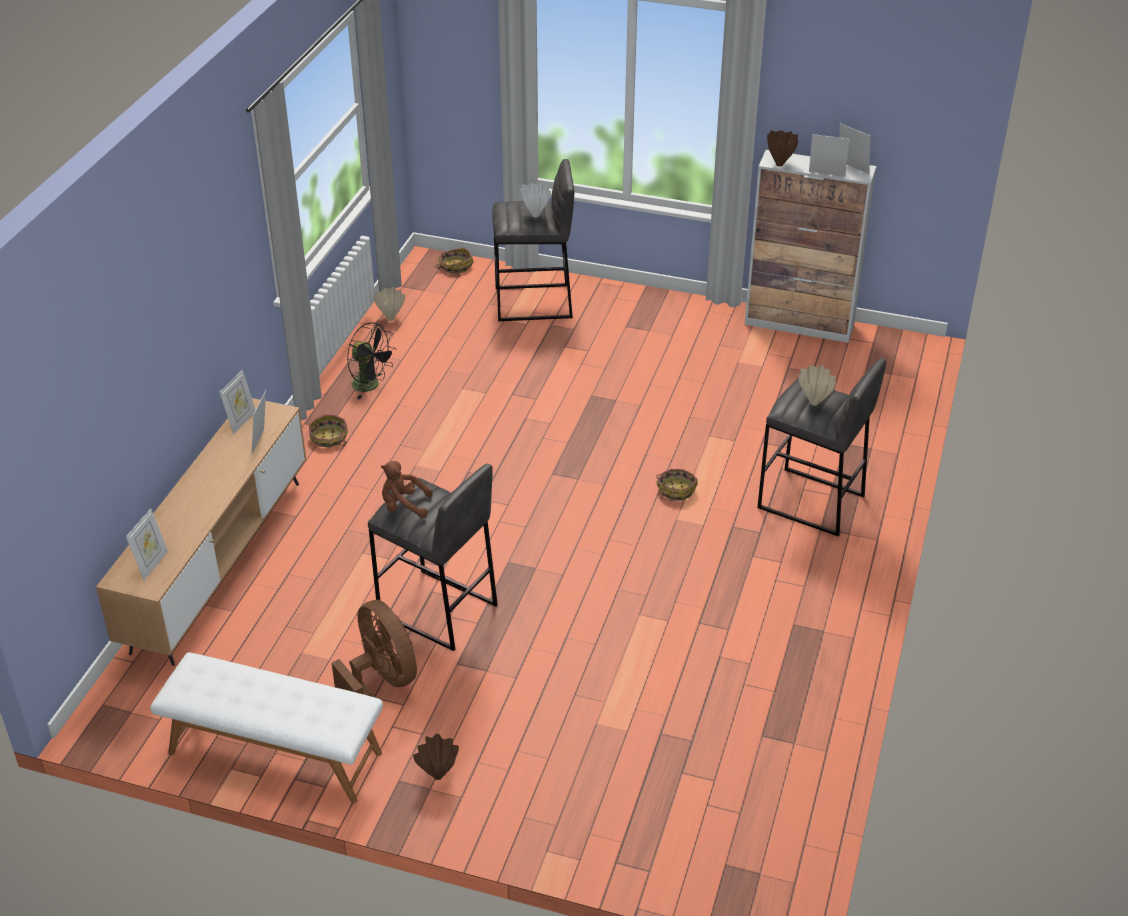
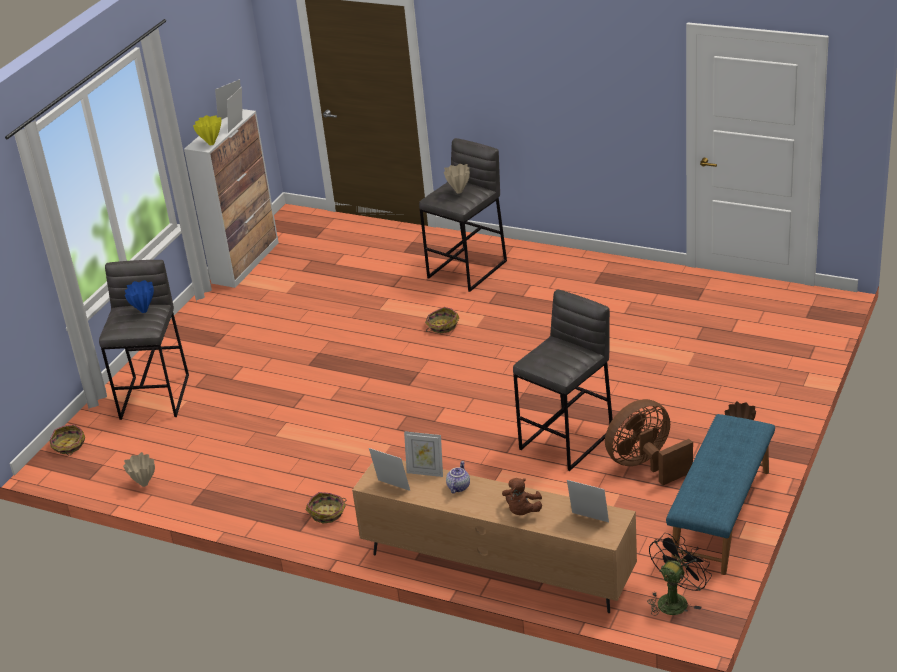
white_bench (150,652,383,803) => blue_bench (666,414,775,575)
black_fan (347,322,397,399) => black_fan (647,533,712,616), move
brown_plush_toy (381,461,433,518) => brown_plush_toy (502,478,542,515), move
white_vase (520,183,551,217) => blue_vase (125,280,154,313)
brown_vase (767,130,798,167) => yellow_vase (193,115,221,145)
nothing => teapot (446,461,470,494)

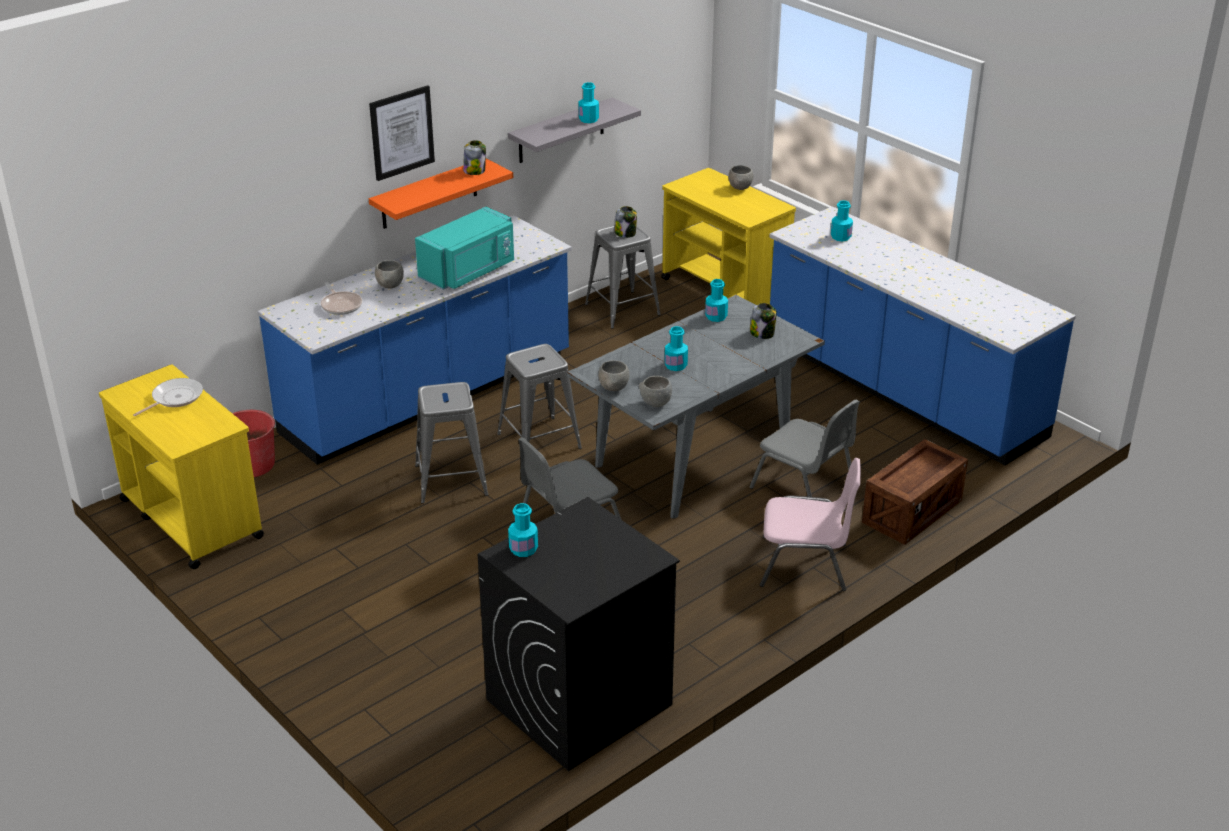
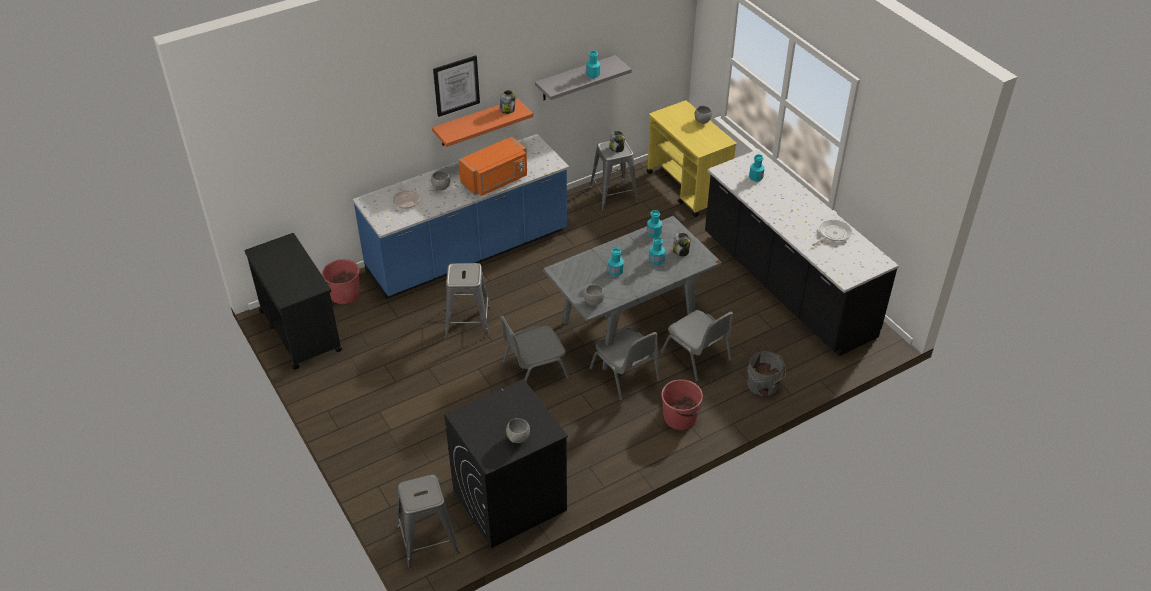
yellow_cart (99,365,264,569) => black_cart (245,233,342,370)
frying_pan (133,378,203,416) => frying_pan (813,220,852,246), move
turquoise_microwave (415,207,514,290) => orange_microwave (459,136,527,196)
grey_stool (497,344,582,449) => grey_stool (397,474,459,568), move
turquoise_bottle (508,503,538,557) => turquoise_bottle (649,237,665,265), move
grey_bowl (598,360,629,391) => grey_bowl (506,418,530,443), move
pink_chair (760,458,861,591) => red_bucket (661,379,703,430)
blue_counter (769,206,1076,465) => black_counter (705,149,899,356)
crate (862,439,968,545) => grey_bucket (747,351,786,397)
nothing => grey_chair (589,328,660,401)

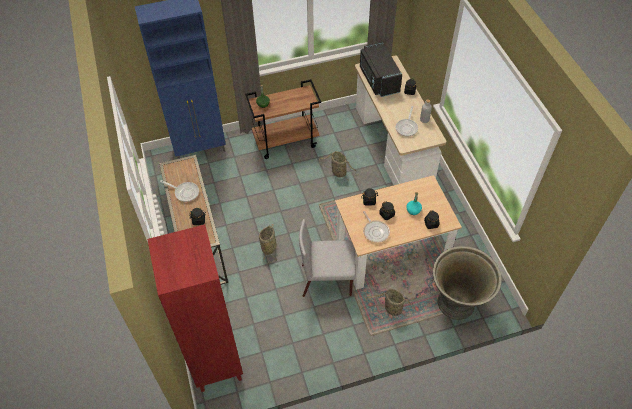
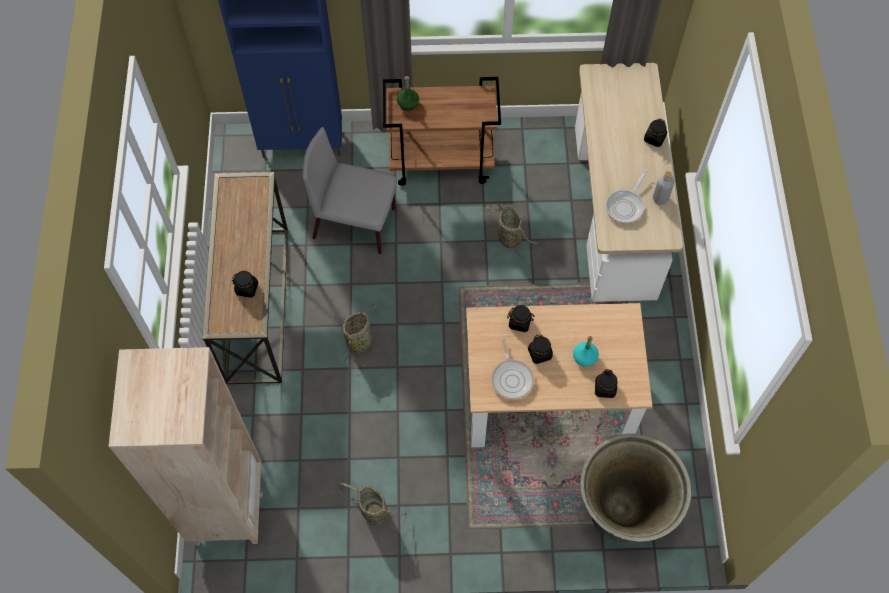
red_bookcase (147,224,243,392) => beige_bookcase (109,347,261,546)
frying_pan (160,180,199,202) => nothing
grey_chair (299,219,356,297) => grey_chair (303,127,397,254), move
black_microwave (360,42,402,97) => nothing
basket (366,289,414,317) => basket (338,482,407,533), move

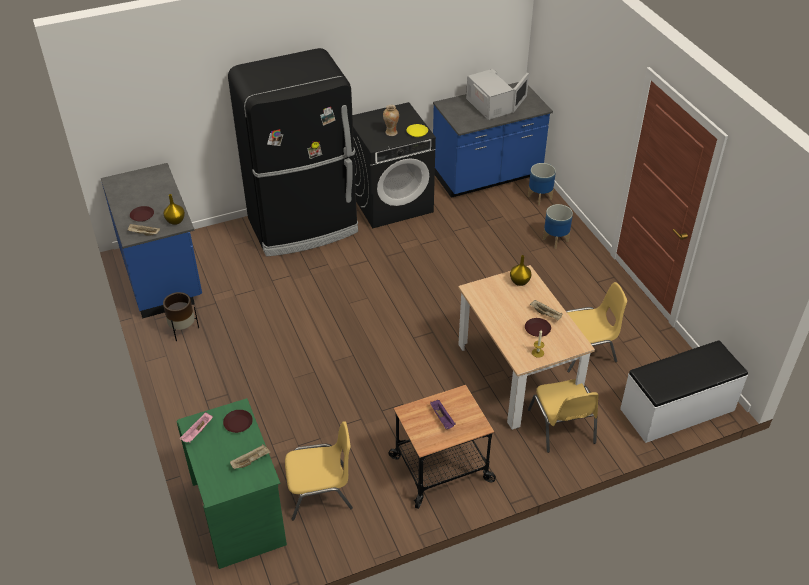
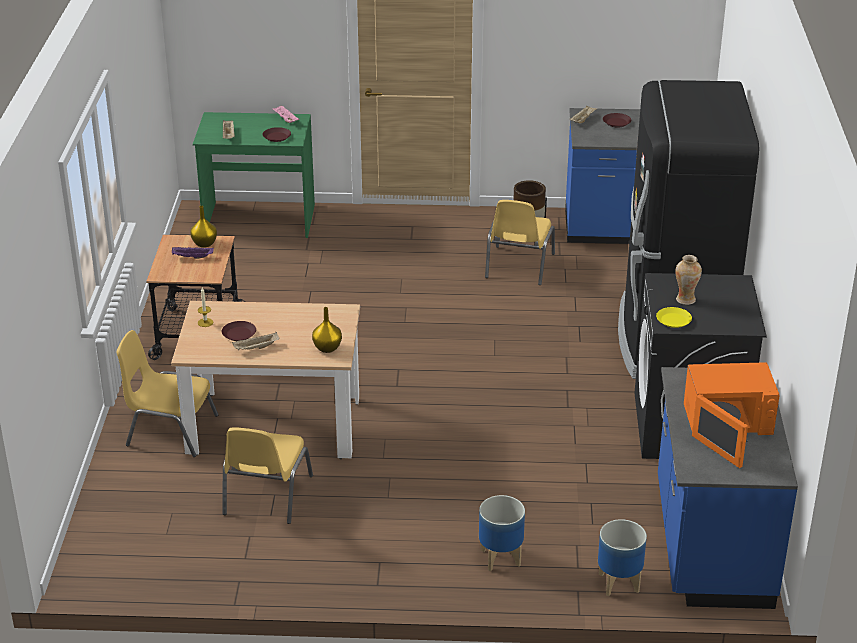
yellow_vase (164,194,185,225) => yellow_vase (190,206,217,248), move
yellow_chair (285,421,353,521) => yellow_chair (485,200,555,285), move
white_microwave (466,69,529,120) => orange_microwave (684,362,780,468)
white_bench (620,340,748,443) => nothing

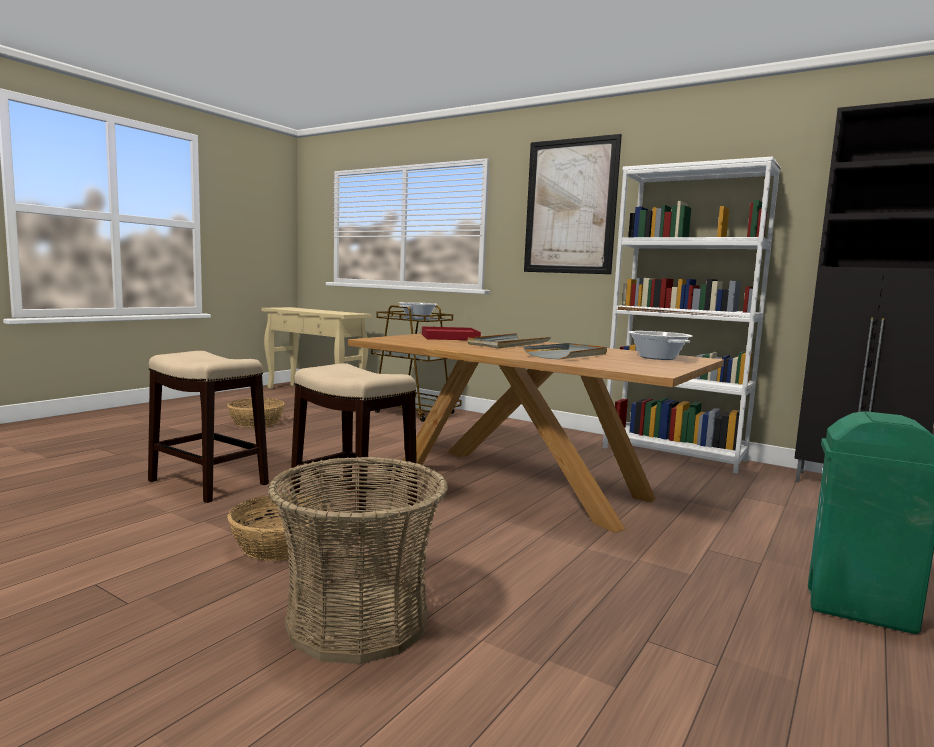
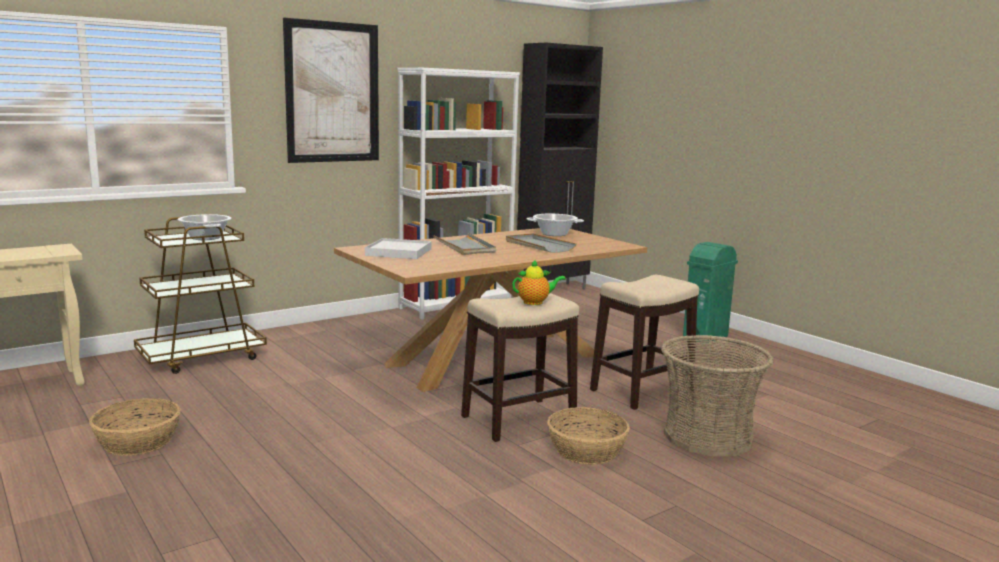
stool (148,351,269,503) => stool (590,275,699,410), move
red_tray (422,326,481,340) => white_tray (365,238,432,259)
nothing => teapot (512,260,566,305)

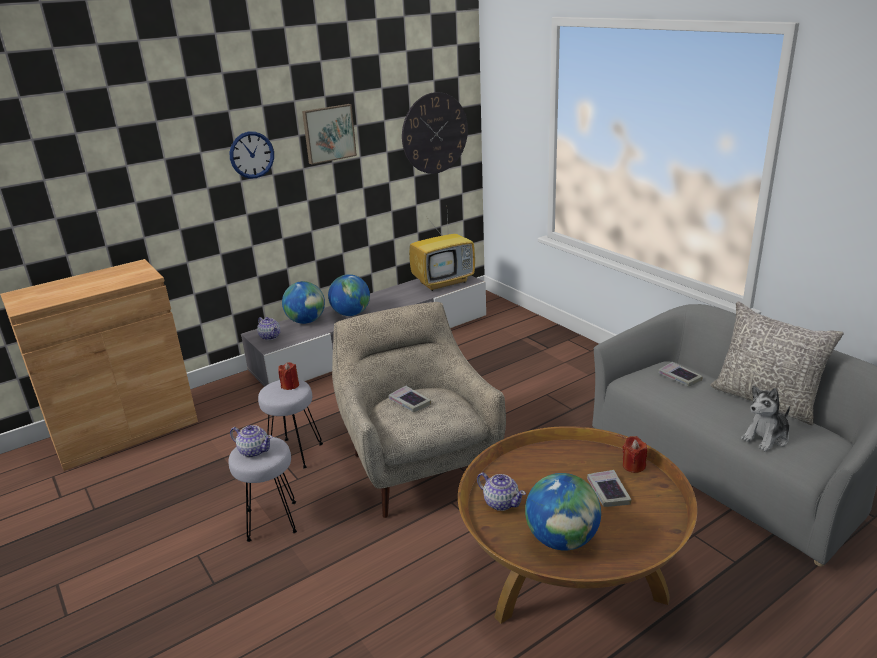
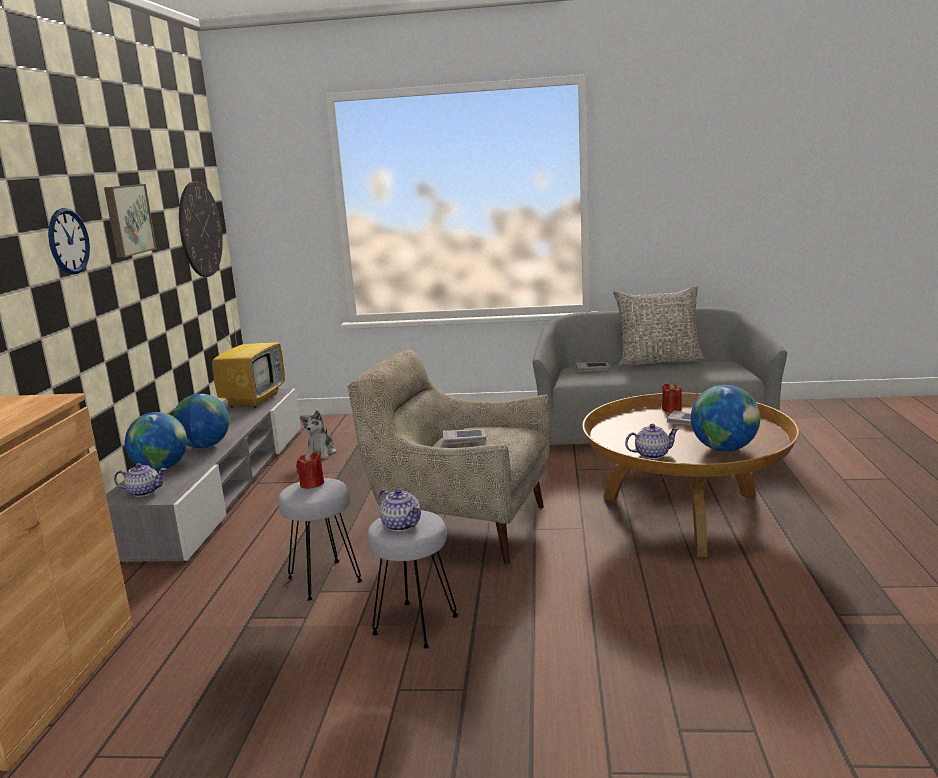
teapot (230,425,272,458) => teapot (379,489,421,532), 75 degrees clockwise
plush_toy (741,386,790,451) => plush_toy (300,410,336,459), move

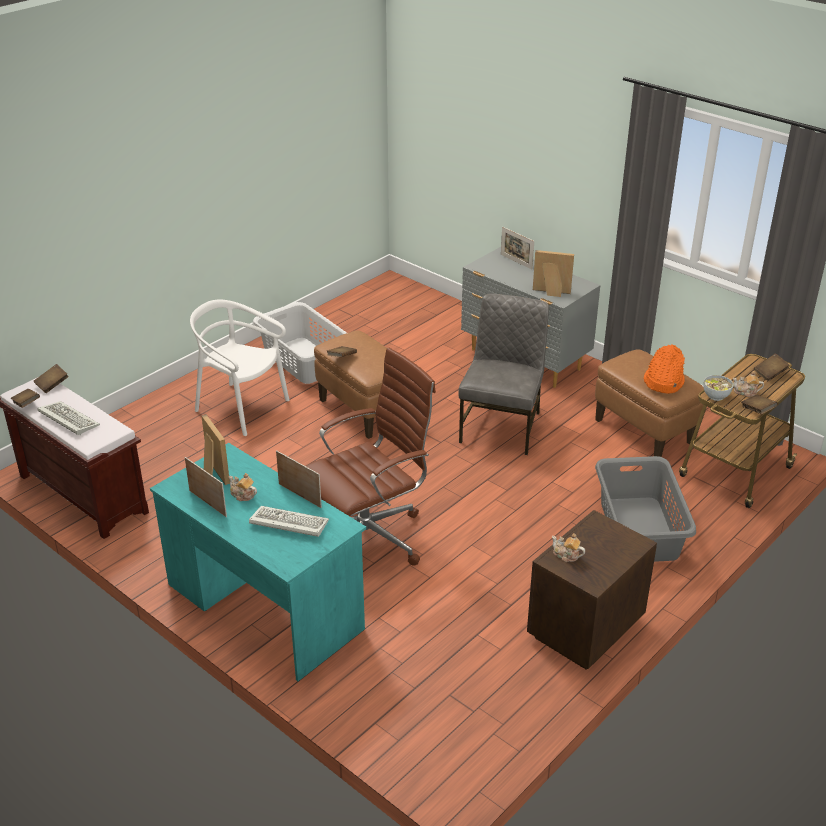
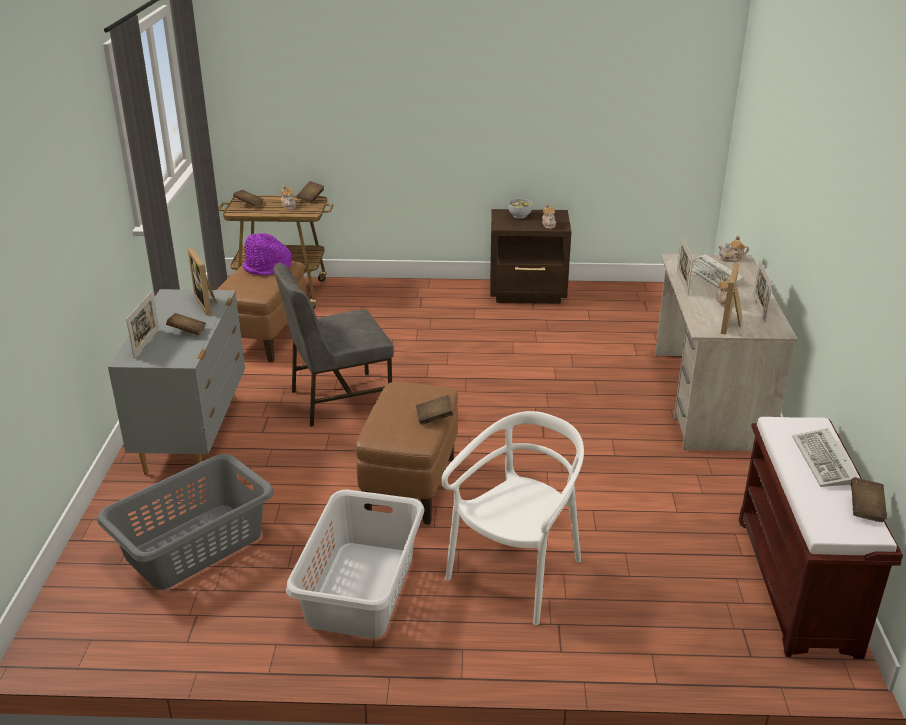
brown_book (34,364,69,393) => brown_book (166,313,206,335), move
turquoise_desk (150,443,366,681) => beige_desk (655,254,798,451)
white_chair (190,300,290,436) => white_chair (441,411,584,625), 135 degrees counterclockwise
brown_office_chair (306,348,436,566) => nothing
grey_laundry_basket (595,456,696,562) => grey_laundry_basket (97,454,274,590), move
orange_hat (644,344,685,394) => purple_hat (243,233,292,275)
bowl (703,375,733,401) => bowl (508,199,533,218), move
nothing => teapot (718,236,749,262)

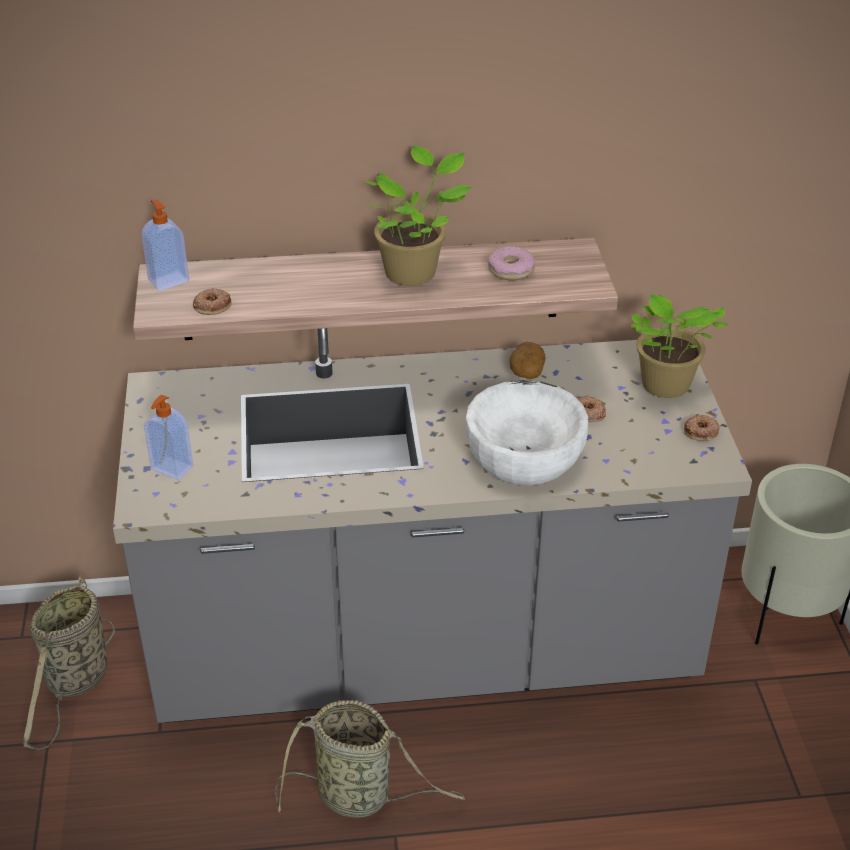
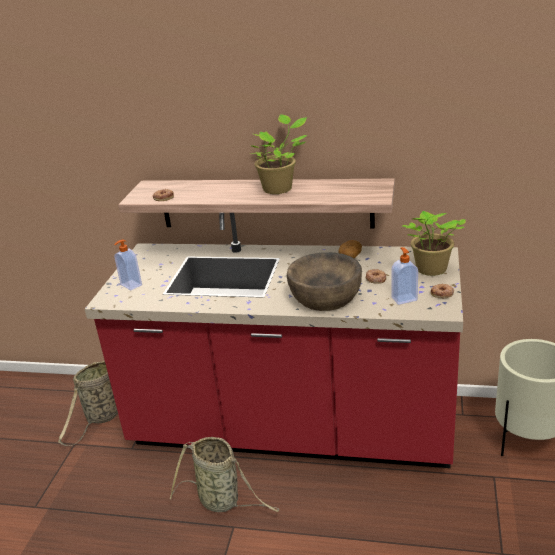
grey_counter (113,328,752,723) => red_counter (85,213,463,468)
soap_dispenser (141,199,189,291) => soap_dispenser (391,247,418,305), move
white_bowl (465,380,588,486) => brown_bowl (287,252,362,311)
donut (488,246,536,280) => nothing

